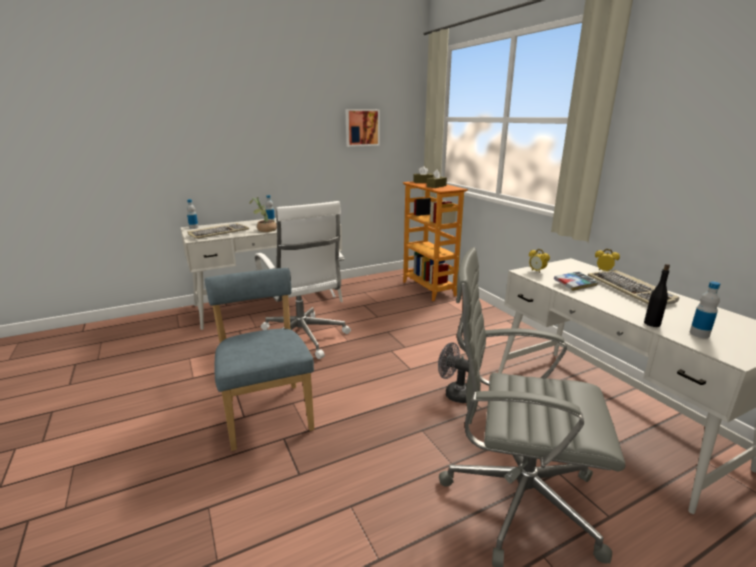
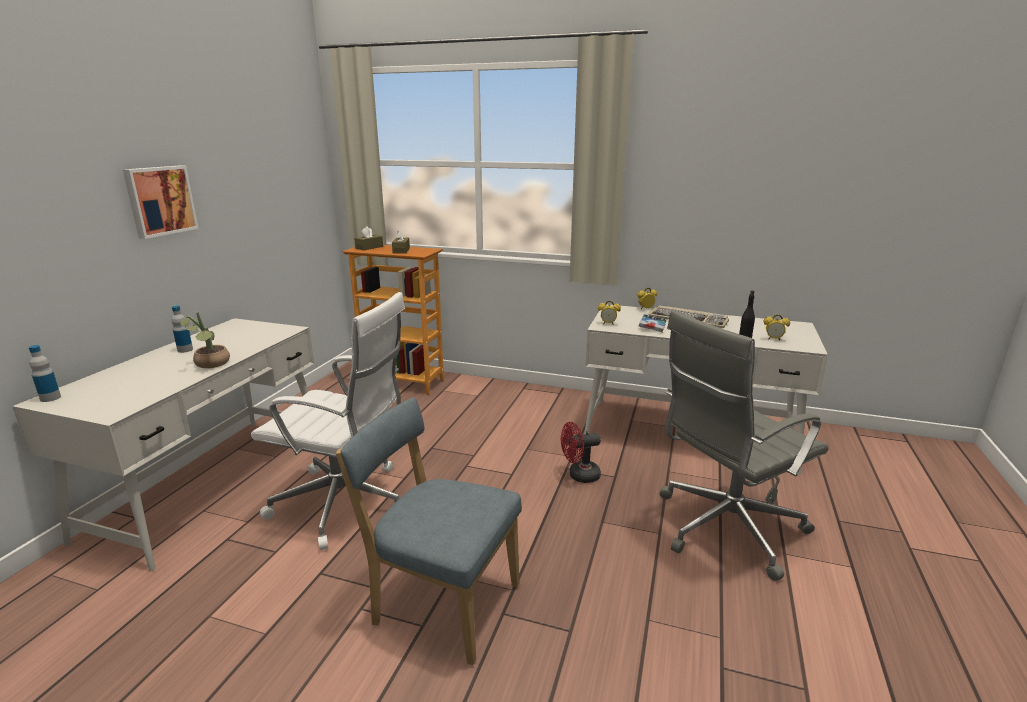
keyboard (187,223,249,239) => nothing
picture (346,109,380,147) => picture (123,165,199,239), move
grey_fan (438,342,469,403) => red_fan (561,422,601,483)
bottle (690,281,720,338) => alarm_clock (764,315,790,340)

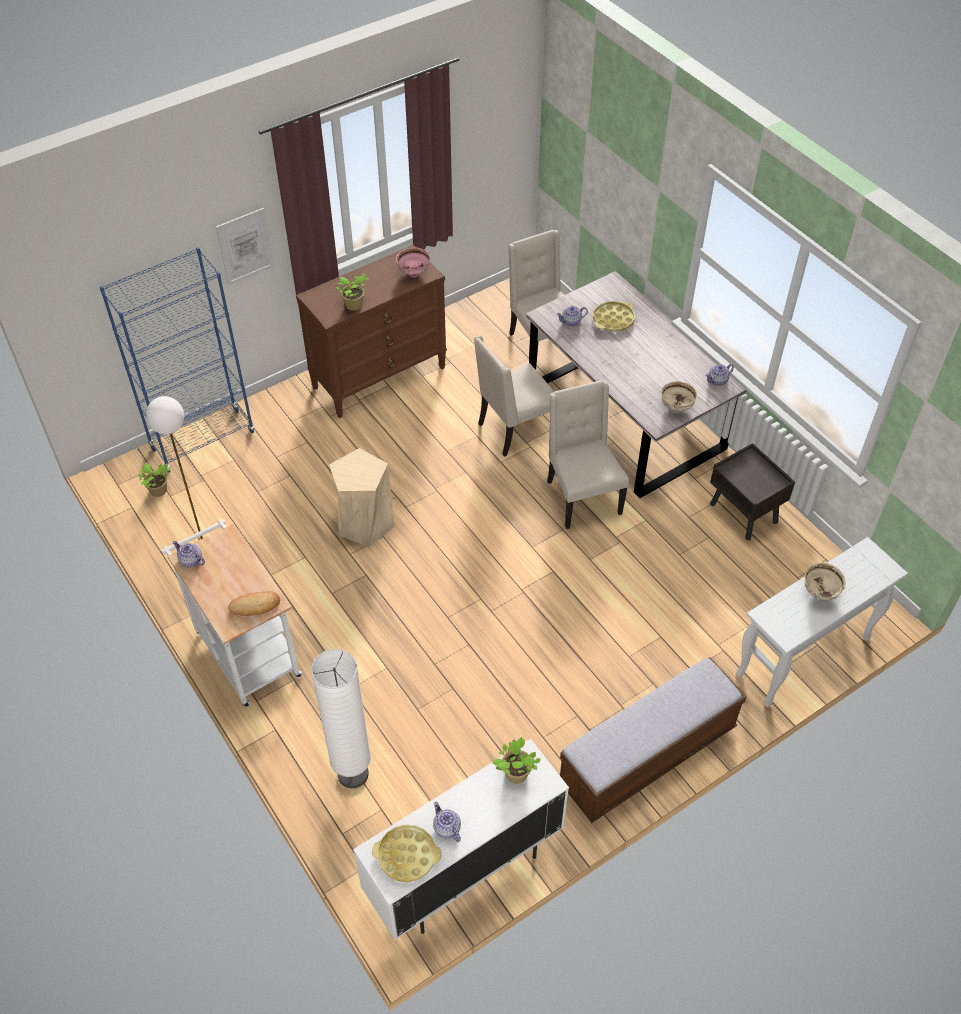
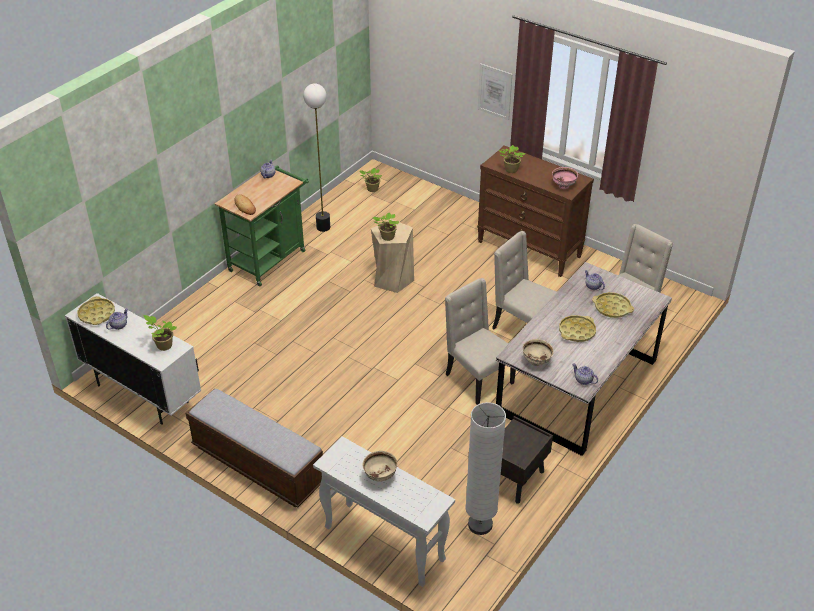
blue_bookcase (99,247,255,473) => nothing
white_cart (162,519,303,707) => green_cart (215,166,309,286)
white_floor_lamp (311,649,371,788) => white_floor_lamp (465,402,506,535), move
beige_chair (547,380,629,529) => beige_chair (445,278,516,405), 90 degrees counterclockwise
nothing => potted_plant (373,213,399,241)
nothing => yellow_tray (559,315,596,342)

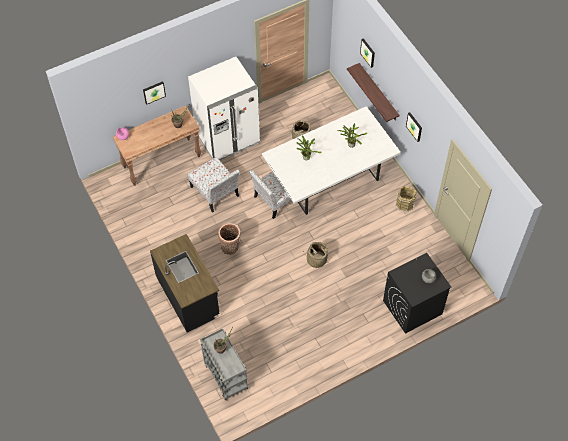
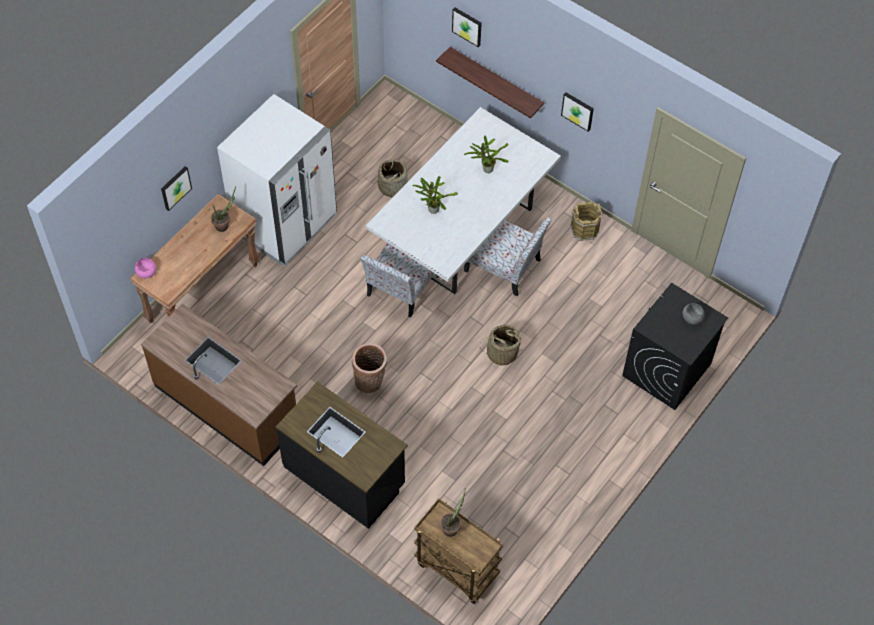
chair (188,157,240,213) => chair (464,217,552,296), move
grey_cart (200,328,248,401) => brown_cart (414,499,503,604)
nothing => brown_counter (141,304,297,466)

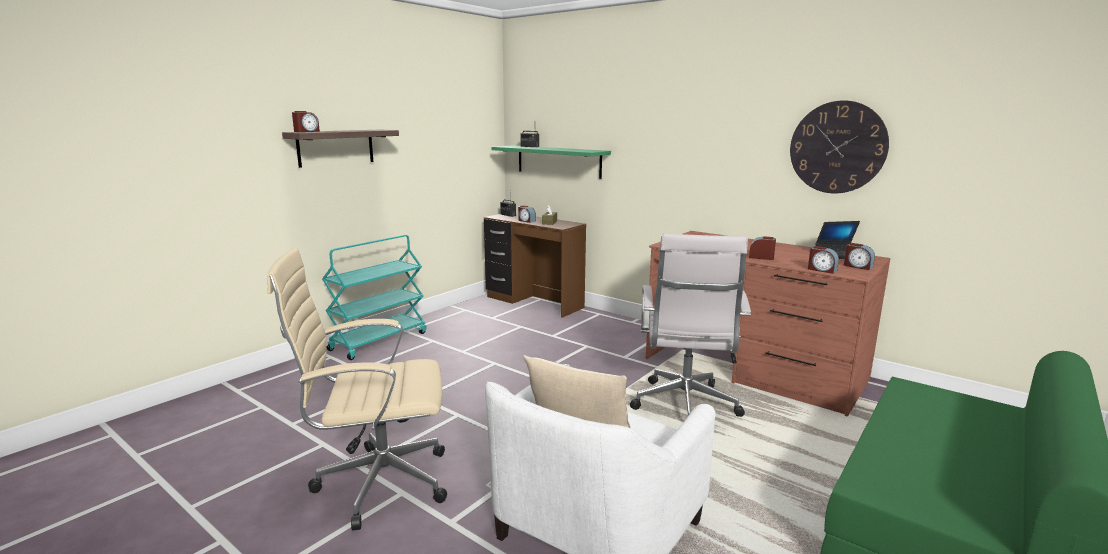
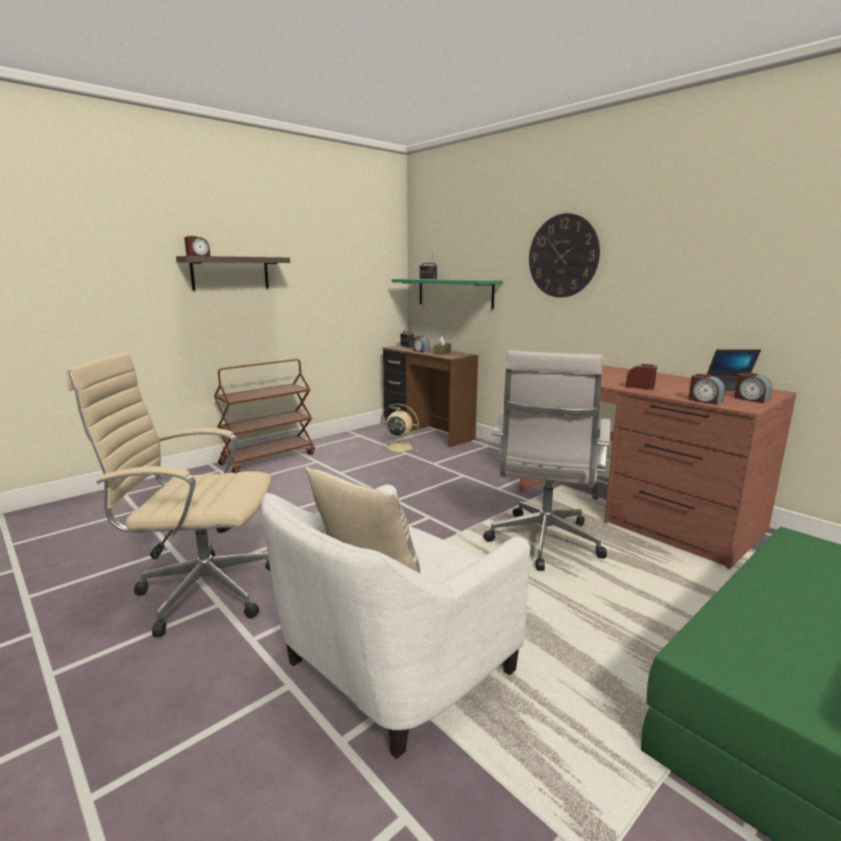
turquoise_cart (322,235,426,360) => brown_cart (214,359,315,473)
wall_clock (790,101,889,193) => wall_clock (529,213,600,298), move
nothing => beige_fan (379,404,420,454)

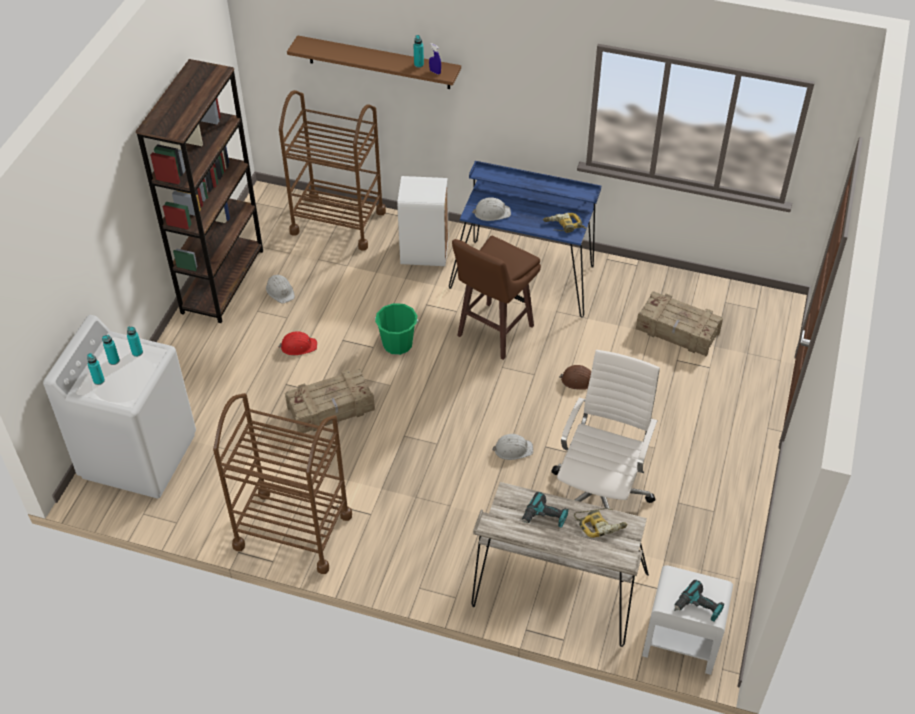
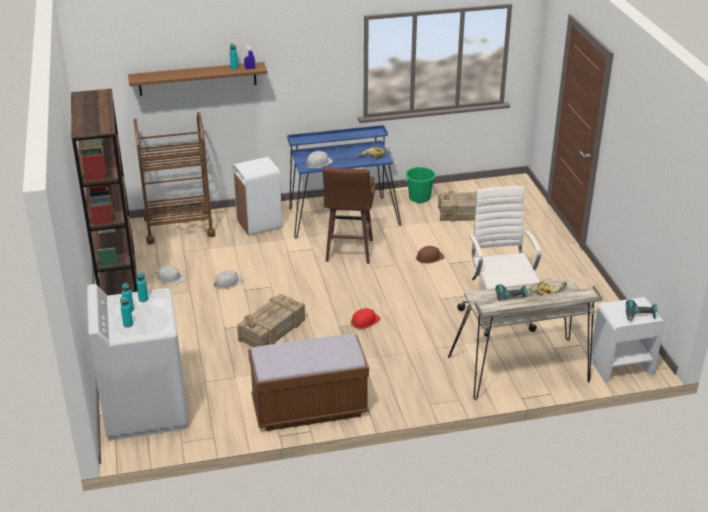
brown_cart (213,393,352,574) => brown_bench (248,334,369,431)
red_hard_hat (278,331,317,355) => red_hard_hat (351,308,381,329), move
green_bucket (375,303,419,355) => green_bucket (405,167,435,203), move
white_hard_hat (492,434,533,460) => white_hard_hat (214,270,243,289), move

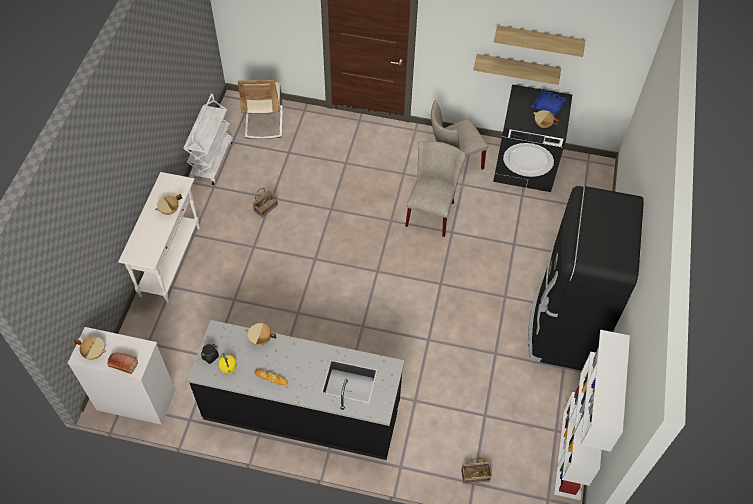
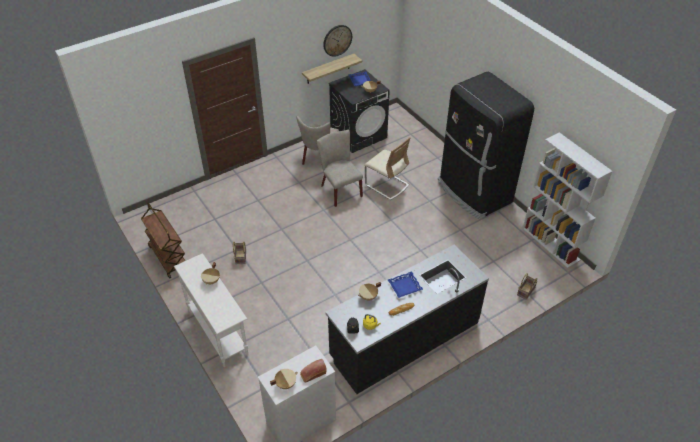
white_cart (183,94,233,185) => brown_cart (141,202,185,279)
beige_chair (238,80,283,139) => beige_chair (364,137,411,200), move
shelf (494,25,585,57) => wall_clock (323,25,352,57)
nothing => blue_tray (388,271,423,298)

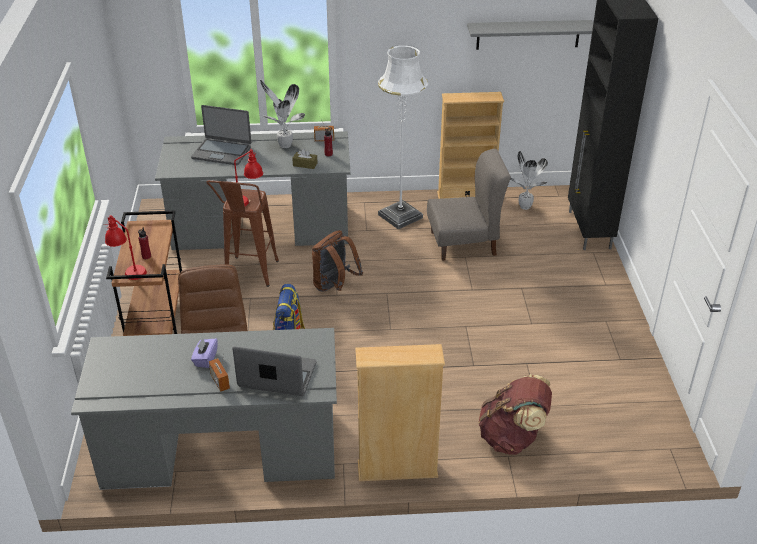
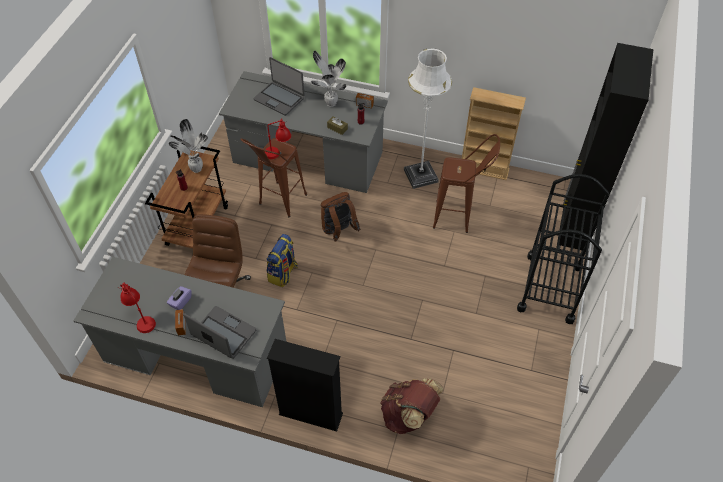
red_table_lamp (103,215,147,280) => red_table_lamp (117,283,156,333), move
beige_bookcase (355,344,445,481) => black_bookcase (267,339,343,432)
grey_chair (427,149,511,261) => brown_stool (433,134,500,233)
grey_shelf (467,20,593,50) => nothing
potted_plant (510,151,548,210) => potted_plant (169,119,208,173), move
nothing => black_cart (517,174,609,324)

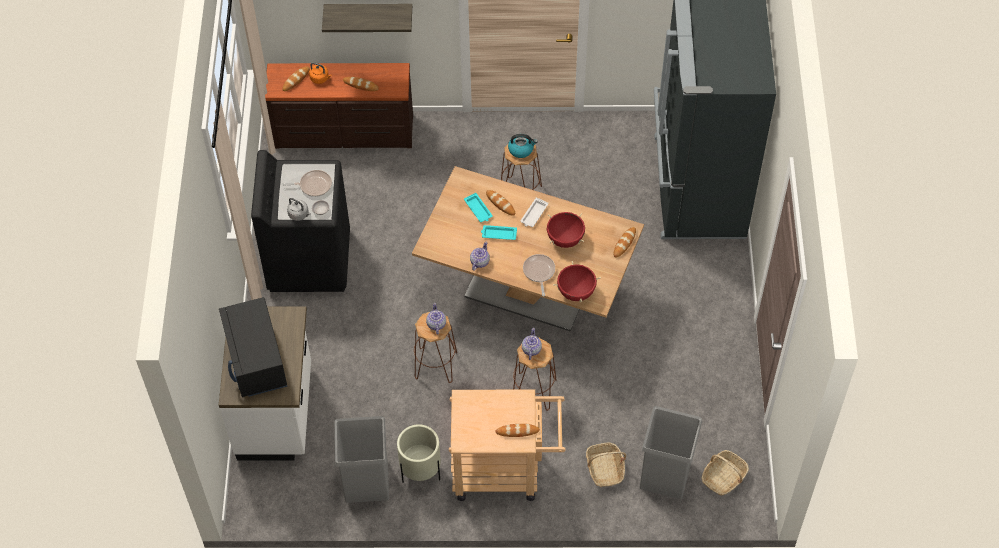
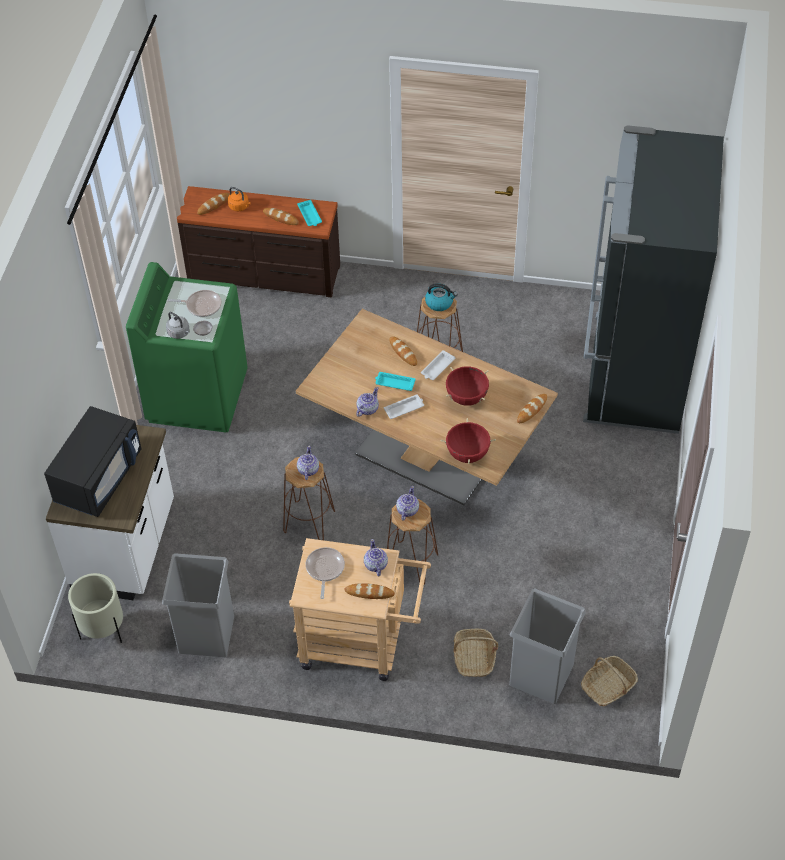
black_microwave (219,297,287,397) => black_microwave (44,406,142,517), 150 degrees counterclockwise
black_washing_machine (251,150,350,292) => green_washing_machine (126,262,247,432)
shelf (322,4,412,32) => nothing
beige_planter (397,424,441,483) => beige_planter (68,573,123,643), move
turquoise_tray (464,193,493,222) => turquoise_tray (297,200,322,226), move
frying_pan (523,254,555,296) => frying_pan (306,547,345,599), move
nothing => teapot (364,539,388,576)
nothing => white_tray (384,394,424,419)

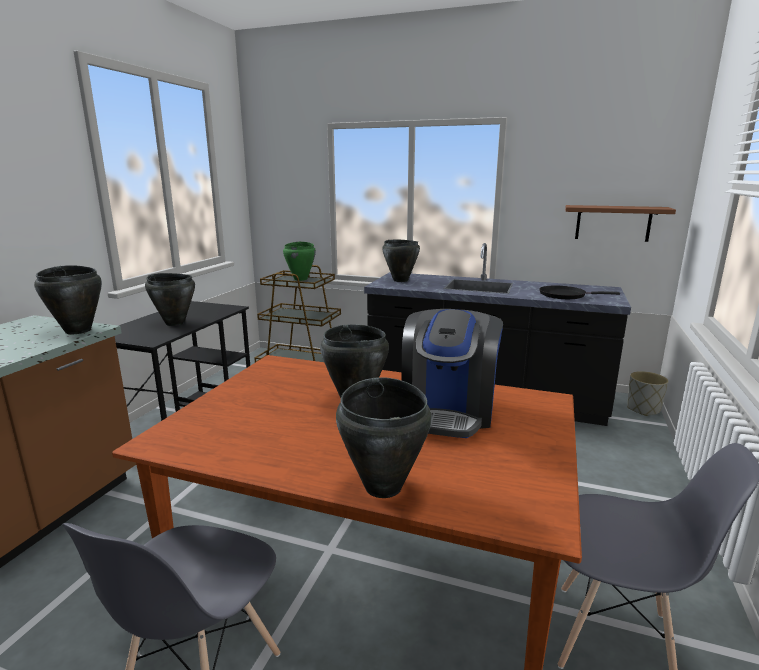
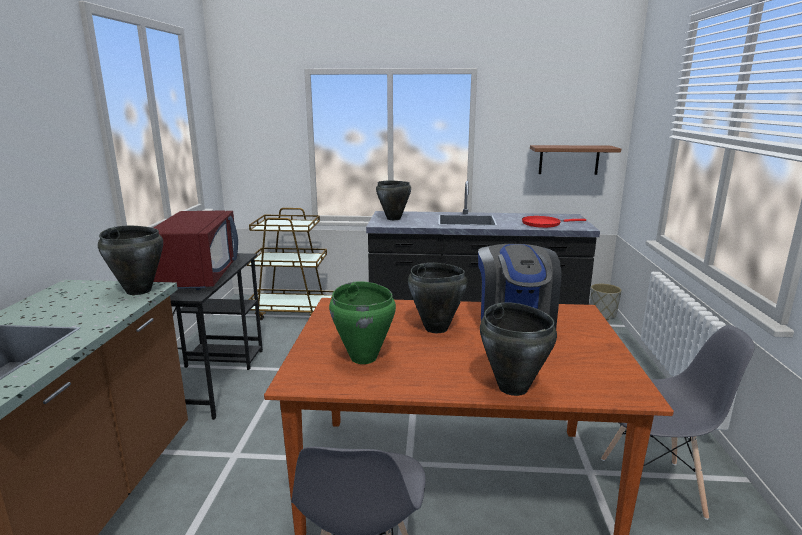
black_cooking_pot (145,273,195,326) => red_microwave (153,211,238,290)
green_cooking_pot (283,242,316,281) => green_cooking_pot (329,281,396,364), move
black_frying_pan (539,286,620,299) => red_frying_pan (522,216,586,228)

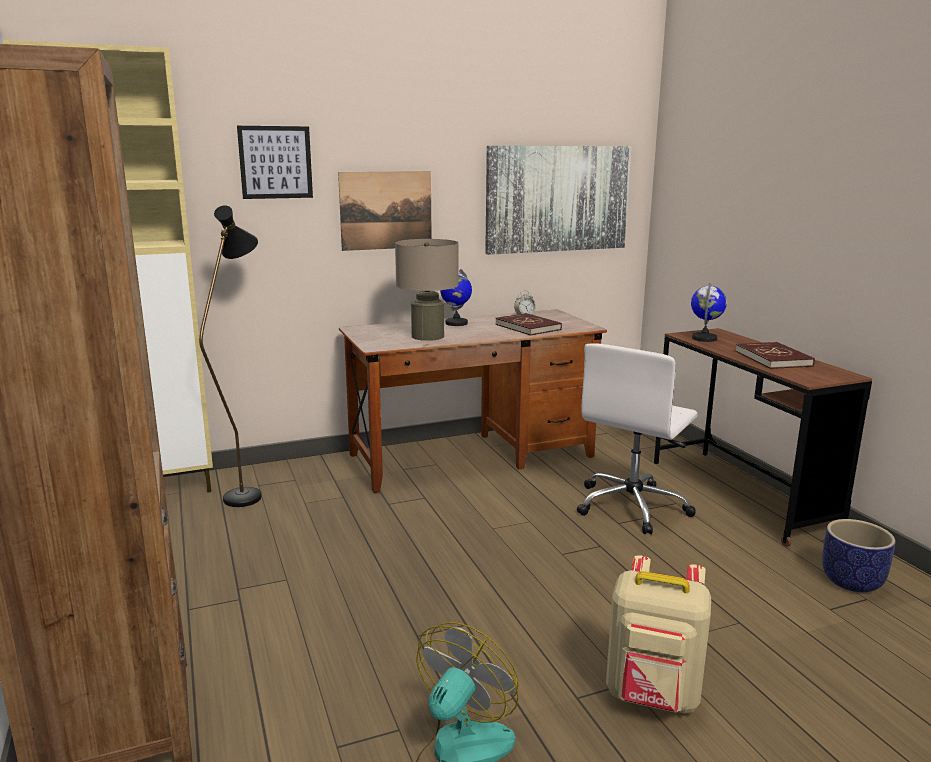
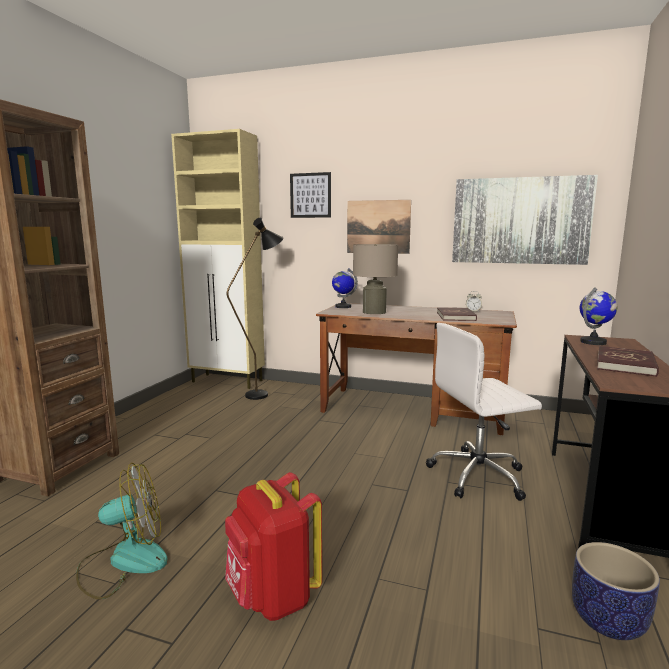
globe (440,269,472,326) => globe (332,268,358,308), move
beige_backpack (606,555,711,714) => red_backpack (225,472,322,621)

